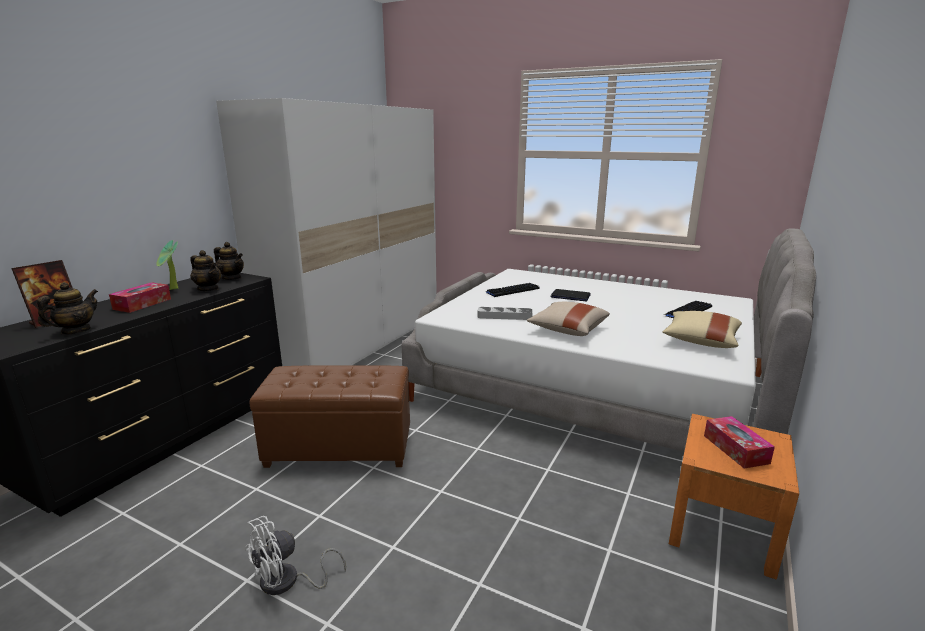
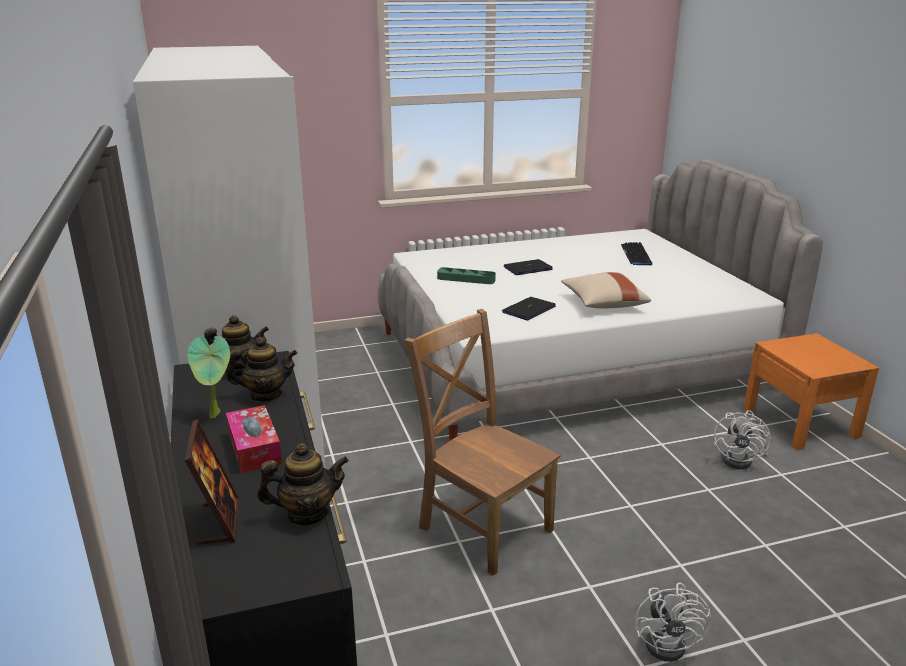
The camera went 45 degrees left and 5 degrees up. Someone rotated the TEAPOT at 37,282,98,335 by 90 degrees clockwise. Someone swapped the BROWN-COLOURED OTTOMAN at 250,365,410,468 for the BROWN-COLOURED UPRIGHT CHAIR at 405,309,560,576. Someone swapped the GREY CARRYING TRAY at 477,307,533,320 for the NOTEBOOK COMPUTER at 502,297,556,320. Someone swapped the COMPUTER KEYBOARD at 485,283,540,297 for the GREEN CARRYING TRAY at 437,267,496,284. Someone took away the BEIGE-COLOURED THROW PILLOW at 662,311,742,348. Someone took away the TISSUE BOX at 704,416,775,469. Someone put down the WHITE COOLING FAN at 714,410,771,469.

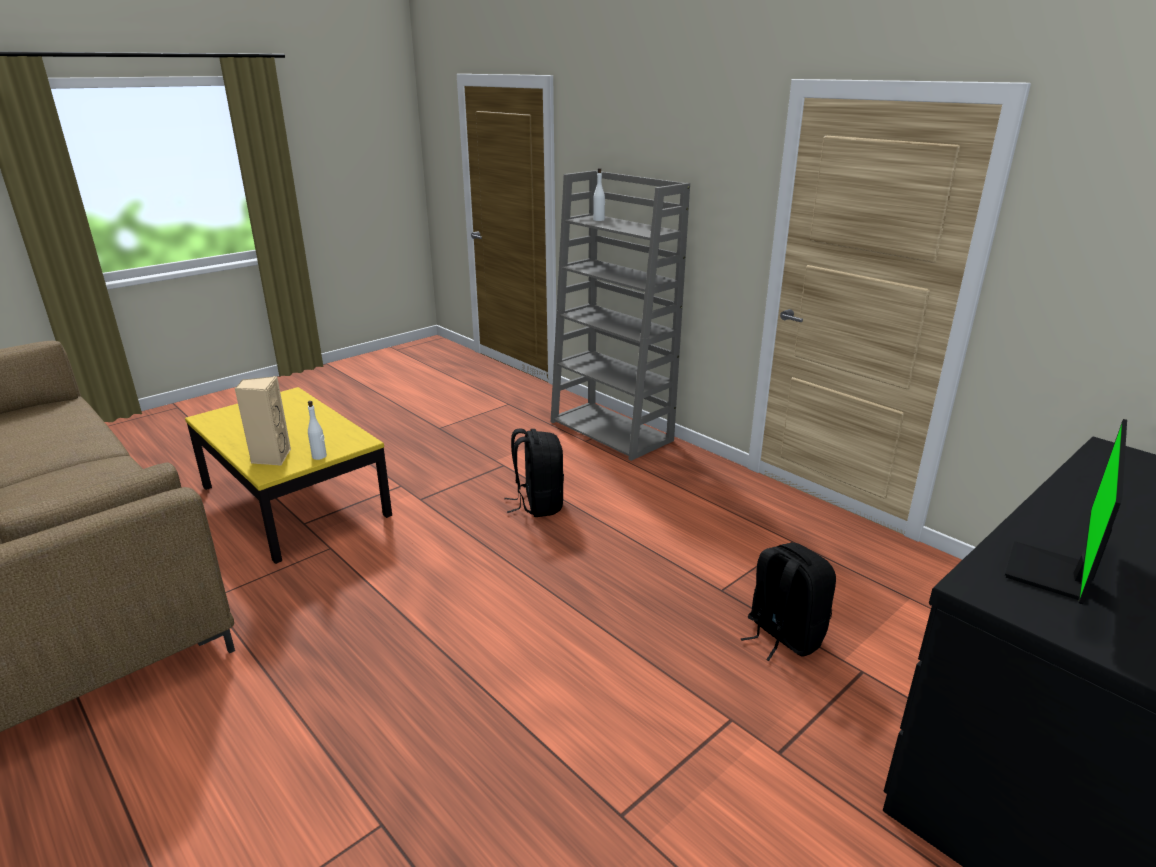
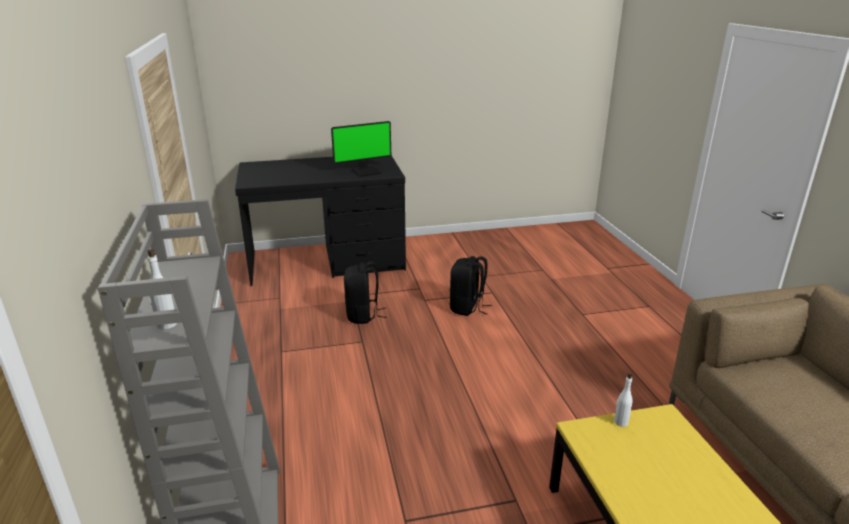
The camera went 150 degrees left and 0 degrees up. Someone took away the BEIGE-COLOURED SPEAKER at 234,376,291,466. Someone carried the BLACK-COLOURED KNAPSACK from 504,428,564,517 to 450,256,492,316.

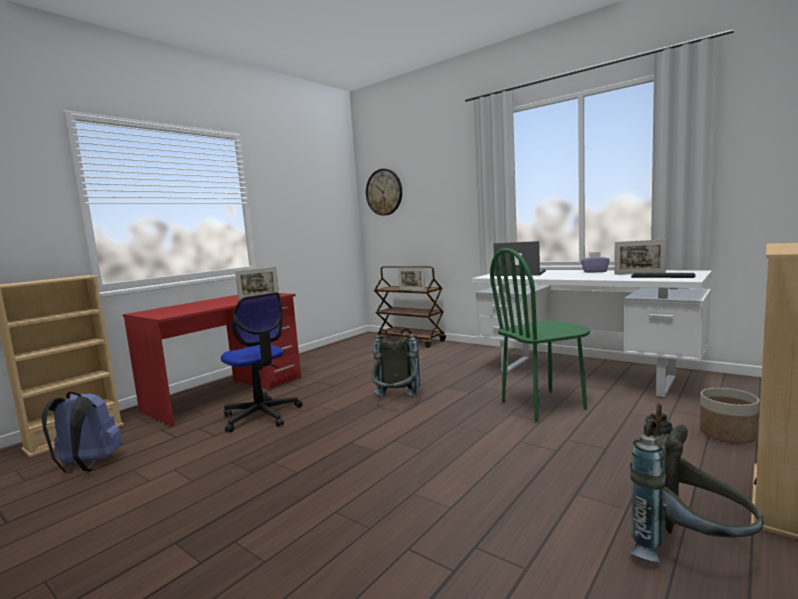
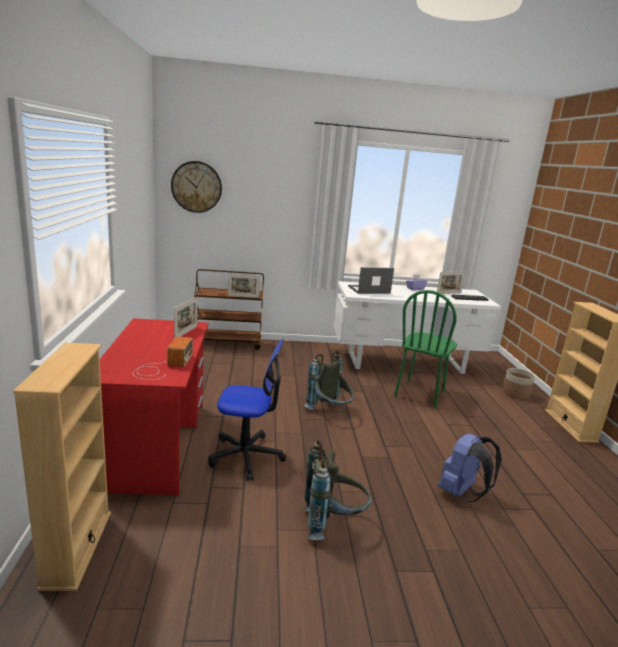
The camera went 45 degrees left and 10 degrees up. Someone carried the BLUE KNAPSACK from 41,392,122,473 to 439,434,502,502. Someone carried the GREY KNAPSACK from 630,404,764,562 to 304,439,371,540. Someone put down the RADIO at 133,336,193,380.

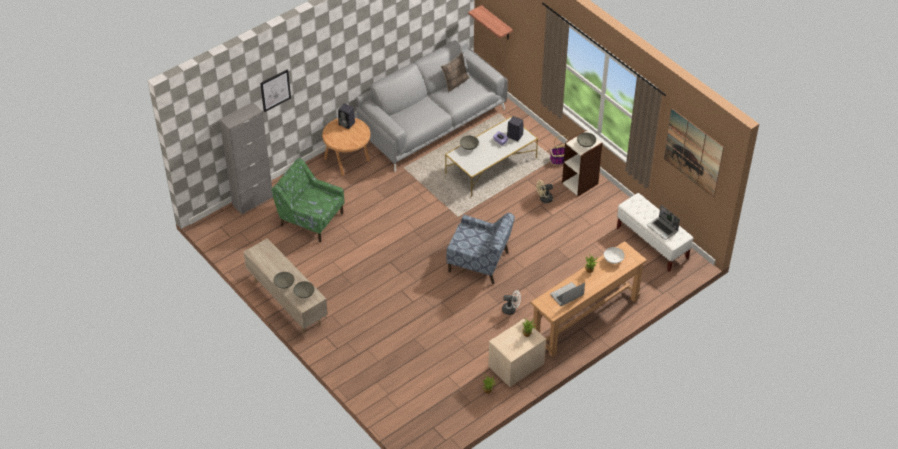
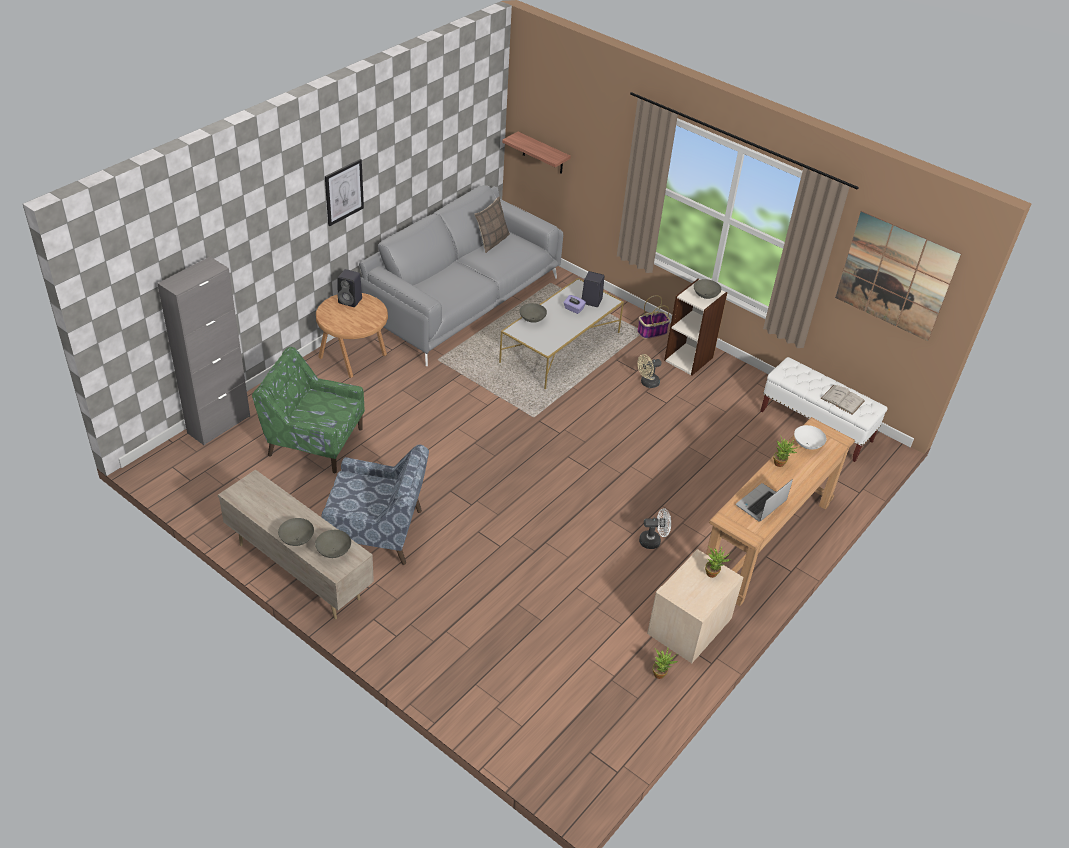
The camera went 15 degrees left and 5 degrees down. Someone carried the PICTURE from 260,69,291,112 to 325,159,364,226. Someone carried the BLUE LOUNGE CHAIR from 446,213,515,284 to 321,445,429,565. Someone swapped the NOTEBOOK COMPUTER at 647,205,680,240 for the WHITE BOOK at 821,385,864,415.

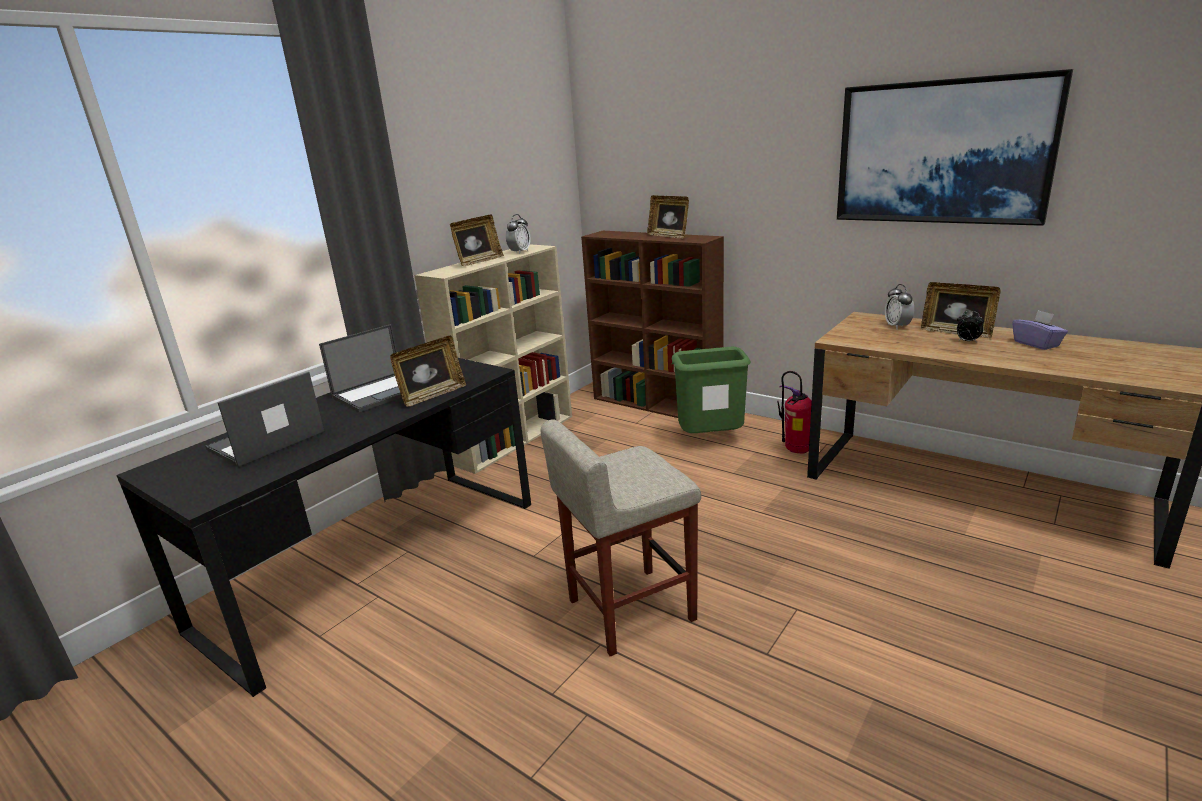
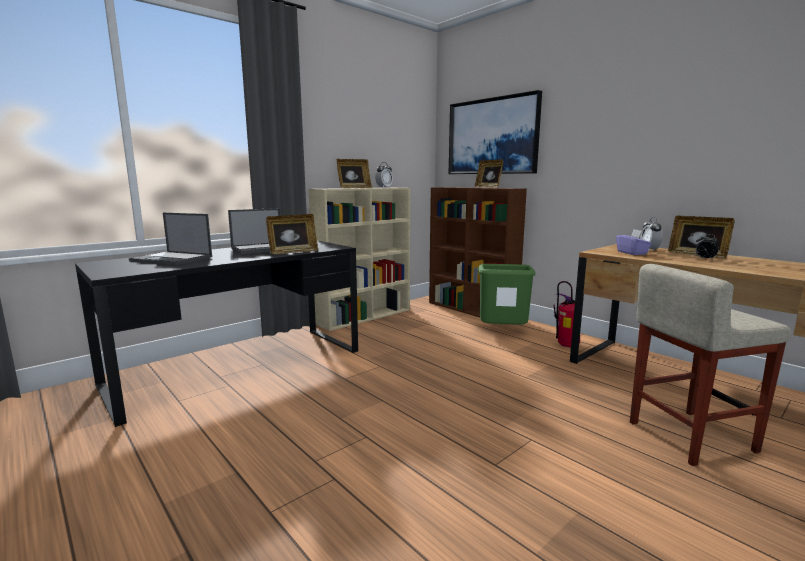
The camera went 10 degrees right and 10 degrees down. Someone rotated the NOTEBOOK COMPUTER at 205,372,324,467 by 120 degrees counterclockwise. Someone carried the BEIGE-COLOURED STOOL from 541,419,701,657 to 630,264,792,466. Someone carried the PICTURE from 837,69,1073,226 to 449,90,542,174. Someone carried the PURPLE-COLOURED TISSUE BOX from 1012,310,1068,350 to 616,229,652,255.

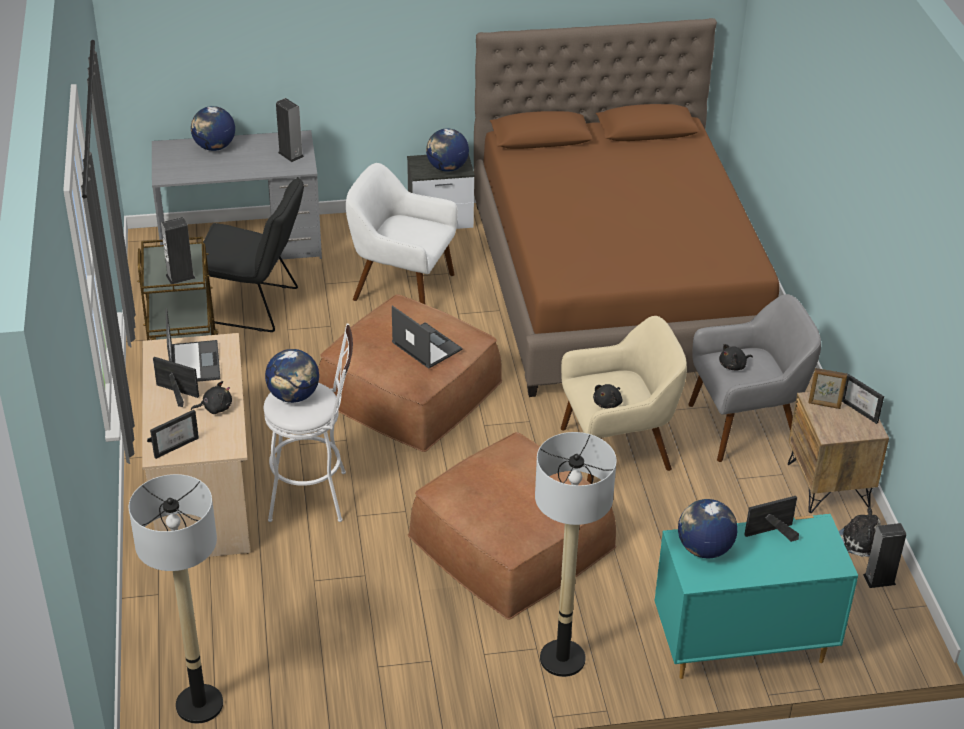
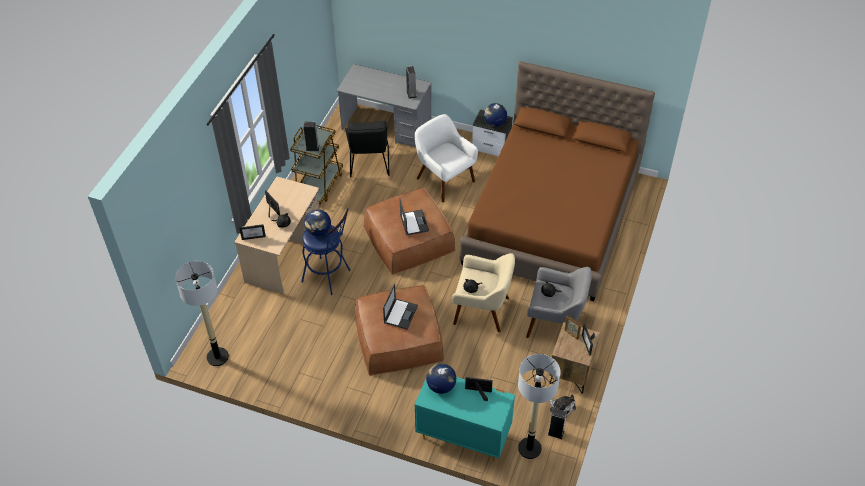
The camera went 30 degrees right and 10 degrees up. Someone carried the NOTEBOOK COMPUTER from 165,308,220,382 to 383,284,418,330. Someone took away the GLOBE at 191,106,235,151. Someone rotated the BLACK-COLOURED UPRIGHT CHAIR at 203,177,304,332 by 45 degrees clockwise. Someone repainted the WHITE STOOL at 264,324,353,522, which became the BLUE STOOL at 301,208,351,295. Someone carried the STANDARD LAMP from 535,432,617,677 to 518,354,561,459.

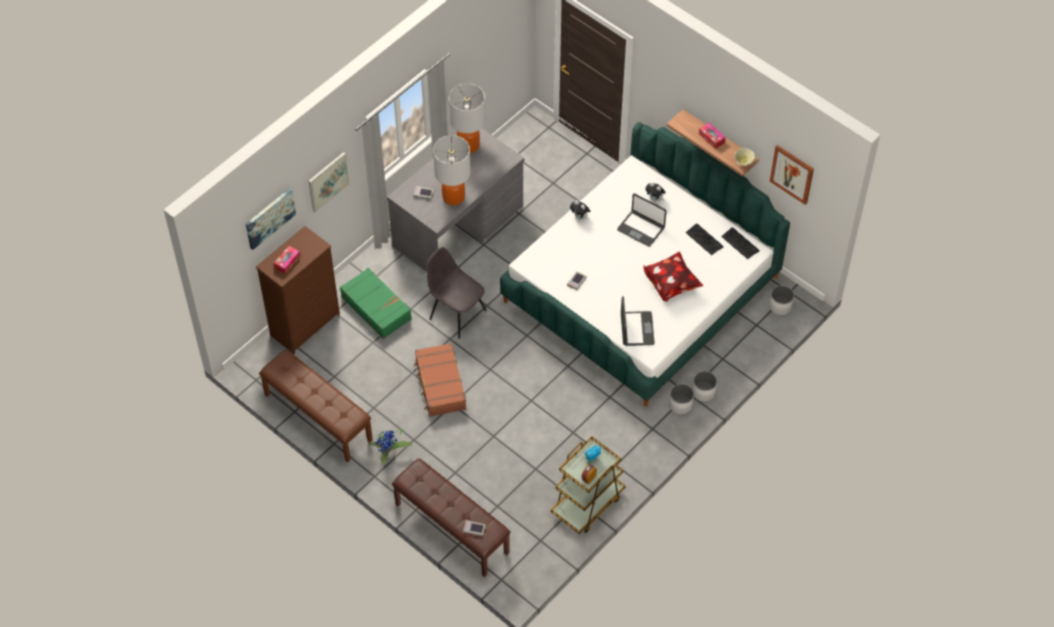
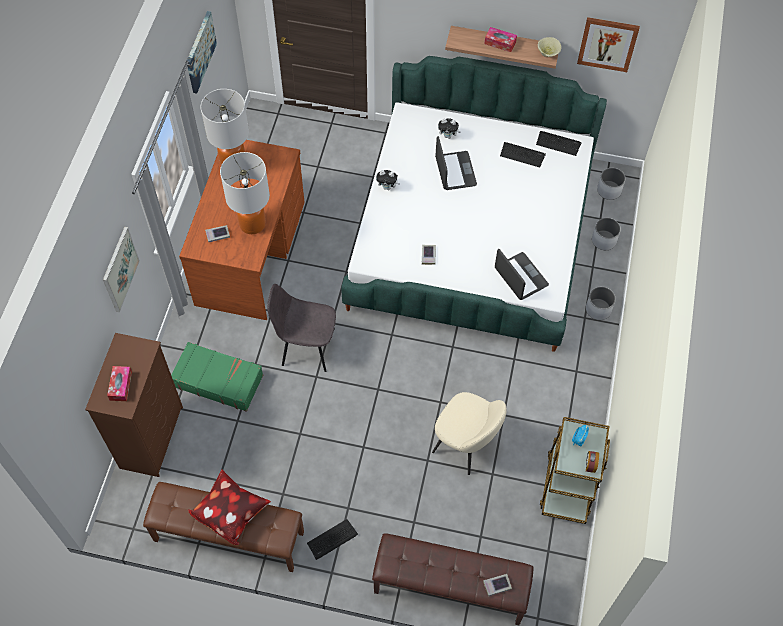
The camera went 30 degrees left and 5 degrees up. Someone carried the PICTURE from 246,188,296,250 to 187,11,217,93. Someone swapped the POTTED PLANT at 369,429,412,464 for the COMPUTER KEYBOARD at 307,519,358,560. Someone repainted the GREY DESK UNIT at 387,128,525,271, which became the BROWN-COLOURED DESK UNIT at 179,140,305,320. Someone took away the BROWN-COLOURED PIECE OF LUGGAGE at 414,343,466,417. Someone rotated the NOTEBOOK COMPUTER at 617,193,666,247 by 105 degrees counterclockwise. Someone carried the THROW PILLOW from 644,251,703,302 to 188,469,271,545. Someone carried the WHITE PLANTER from 669,384,694,415 to 592,218,621,250. Someone put down the BEIGE-COLOURED UPRIGHT CHAIR at 432,392,507,475.

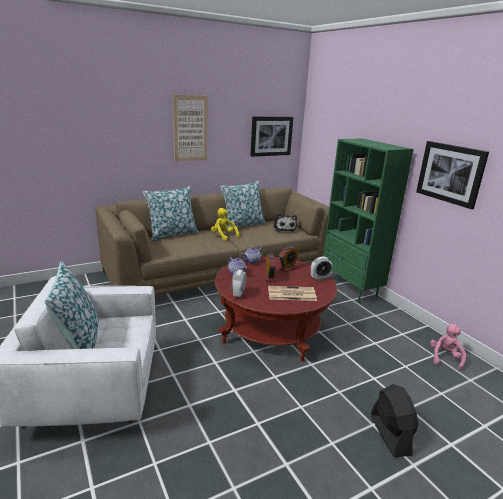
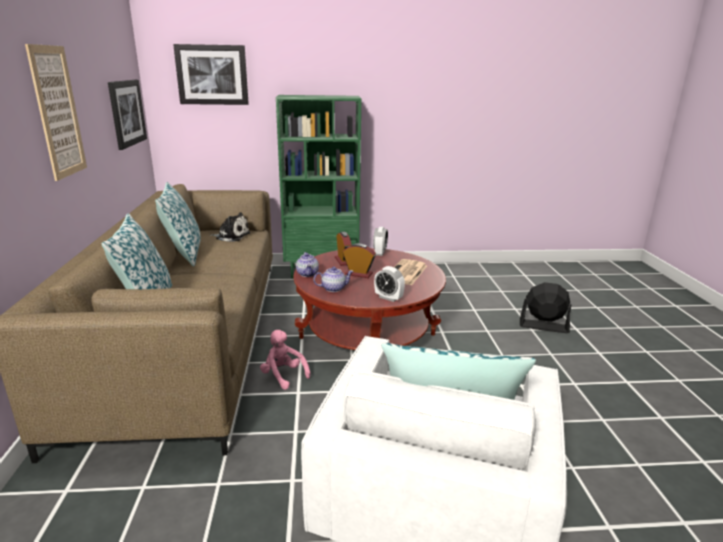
The camera went 65 degrees left and 0 degrees up. Someone took away the YELLOW CUDDLY TOY at 211,208,240,241. Someone carried the PICTURE from 416,141,489,209 to 173,44,249,105. Someone carried the PINKISH CUDDLY TOY from 430,324,466,371 to 260,330,311,390.

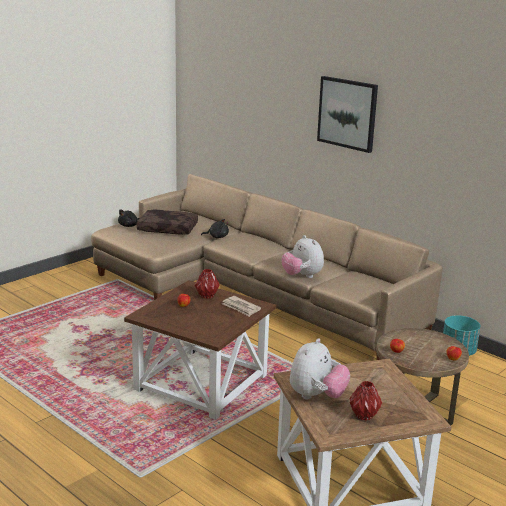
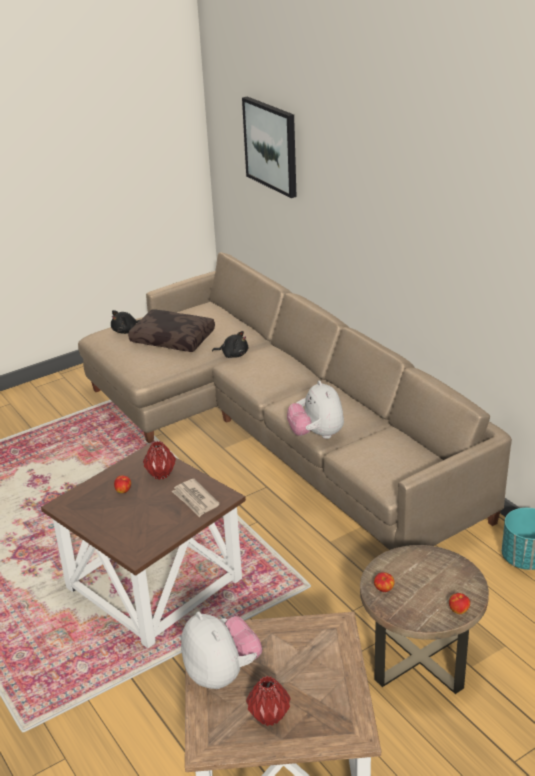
The camera went 15 degrees right and 10 degrees up. Someone rotated the CUDDLY TOY at 290,338,350,399 by 75 degrees counterclockwise. Someone carried the PICTURE from 317,76,378,153 to 242,96,297,198.

